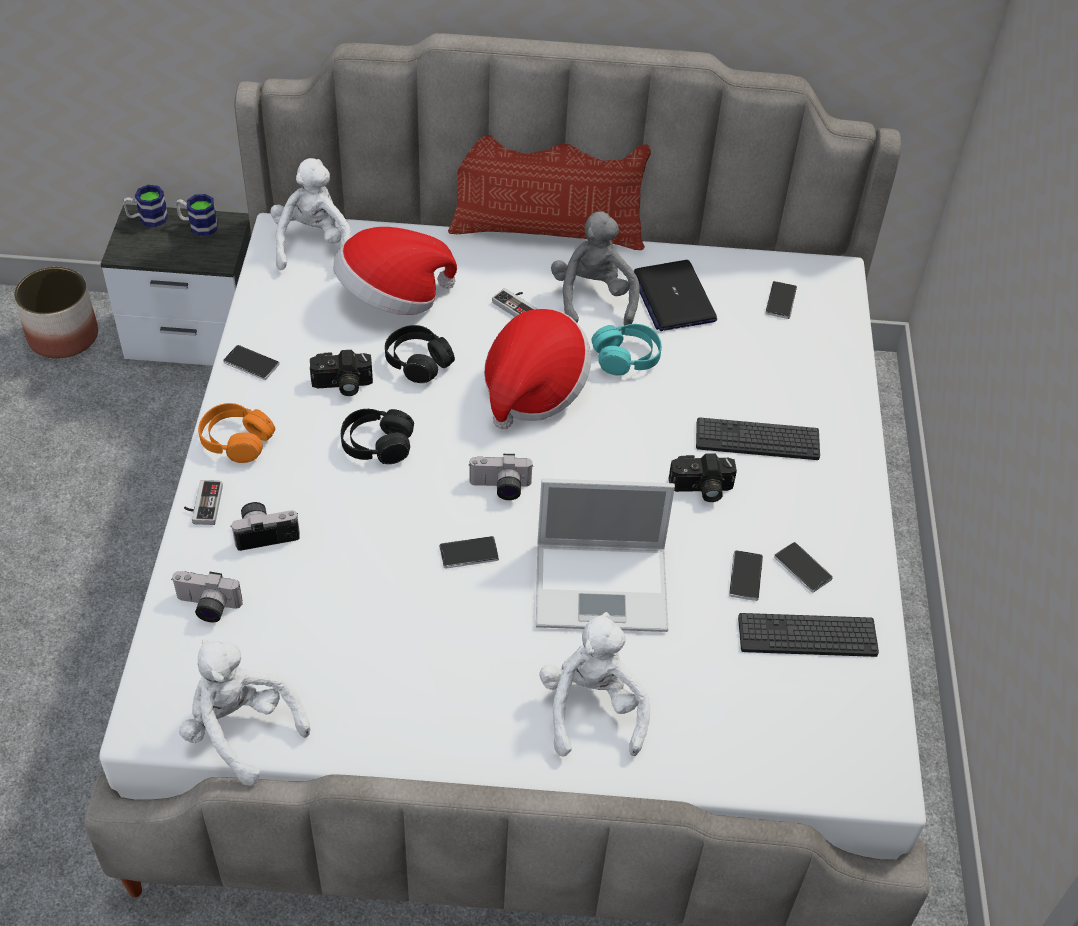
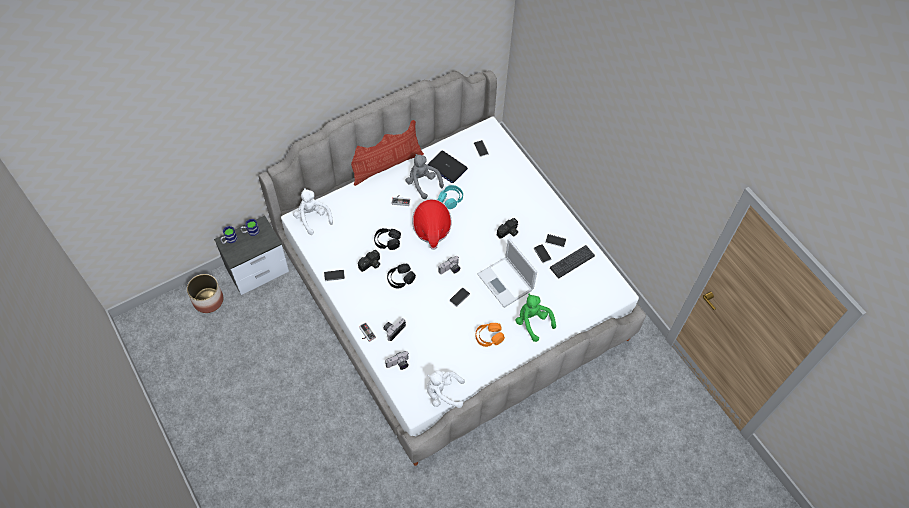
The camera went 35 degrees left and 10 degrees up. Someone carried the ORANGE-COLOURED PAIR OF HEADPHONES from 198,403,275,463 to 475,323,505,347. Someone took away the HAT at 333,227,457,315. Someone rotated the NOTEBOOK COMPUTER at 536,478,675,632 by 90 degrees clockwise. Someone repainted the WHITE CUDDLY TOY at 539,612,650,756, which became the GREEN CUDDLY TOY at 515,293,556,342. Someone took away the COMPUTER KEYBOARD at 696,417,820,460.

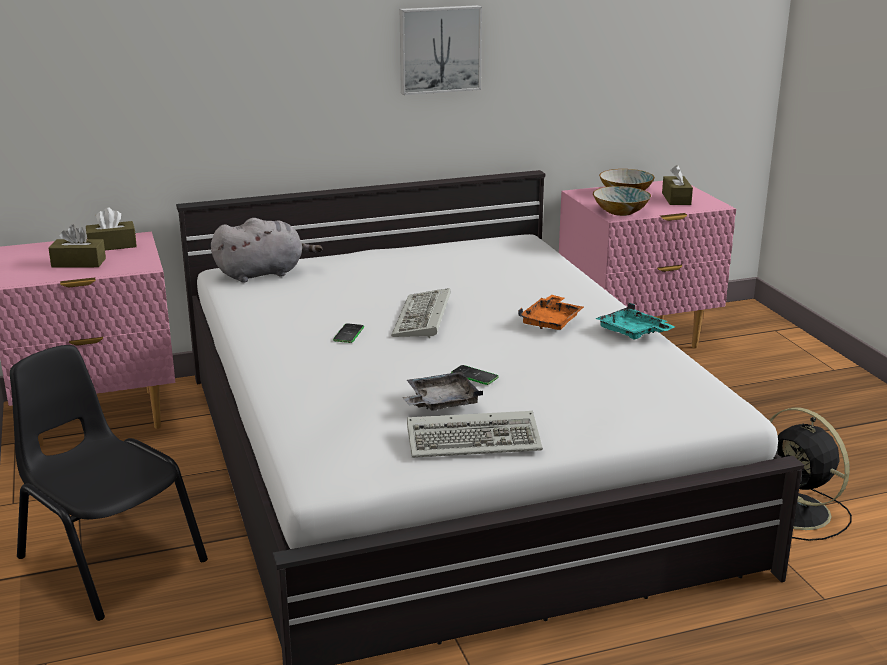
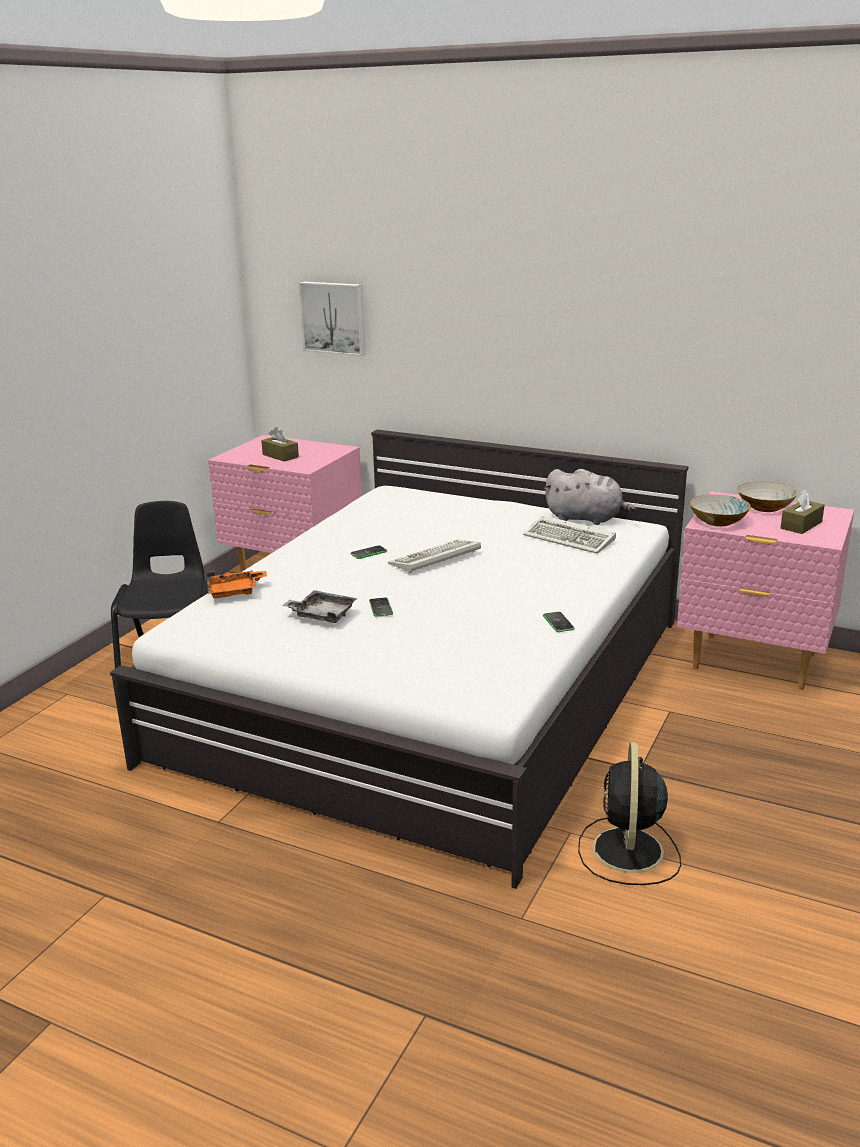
The camera went 45 degrees right and 0 degrees up. Someone took away the BROWN-COLOURED TISSUE BOX at 86,208,137,250. Someone carried the GREY CUDDLY TOY from 211,218,323,283 to 544,469,636,525. Someone carried the PICTURE from 400,5,482,95 to 299,281,365,356. Someone carried the COMPUTER KEYBOARD from 407,411,543,458 to 523,515,616,554. Someone carried the ORANGE-COLOURED CARRYING TRAY from 518,295,584,330 to 207,570,267,598. Someone swapped the TURQUOISE CARRYING TRAY at 595,303,675,340 for the PHONE at 543,612,575,632.

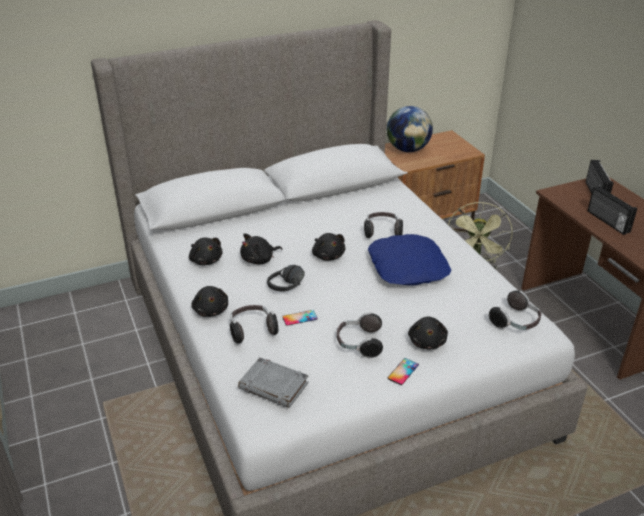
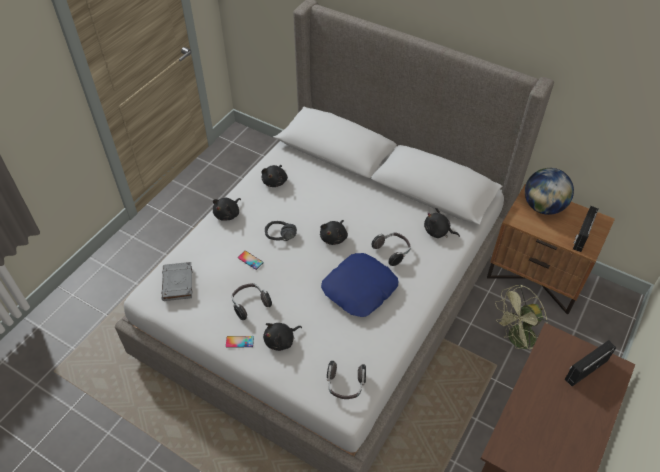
The camera went 55 degrees right and 15 degrees up. Someone took away the PAIR OF HEADPHONES at 230,305,278,344. Someone carried the BLACK-COLOURED CUDDLY TOY from 240,233,282,264 to 424,208,460,238. Someone carried the RADIO from 588,186,637,235 to 573,206,599,252.

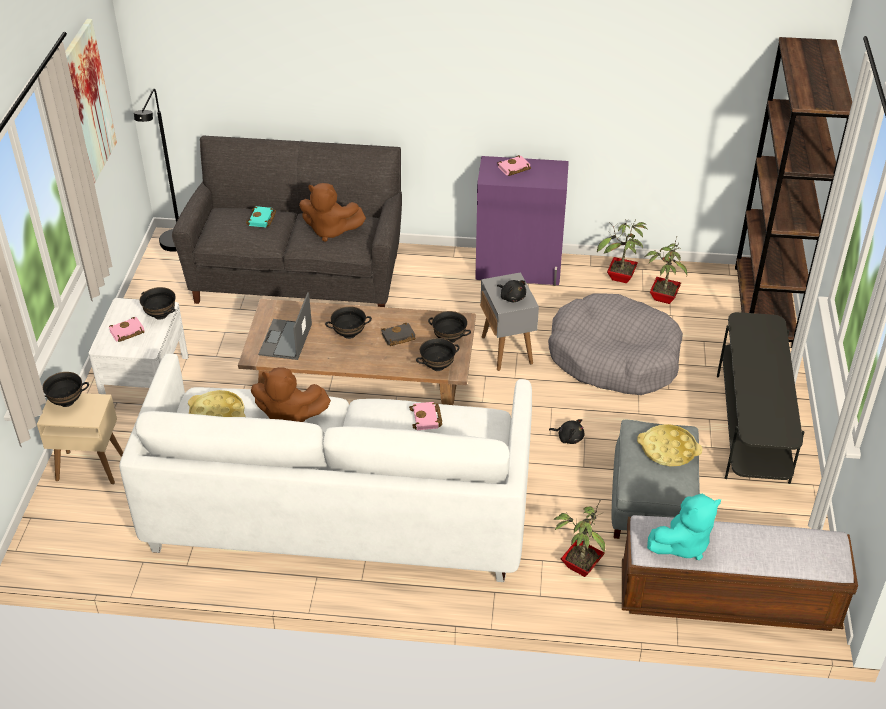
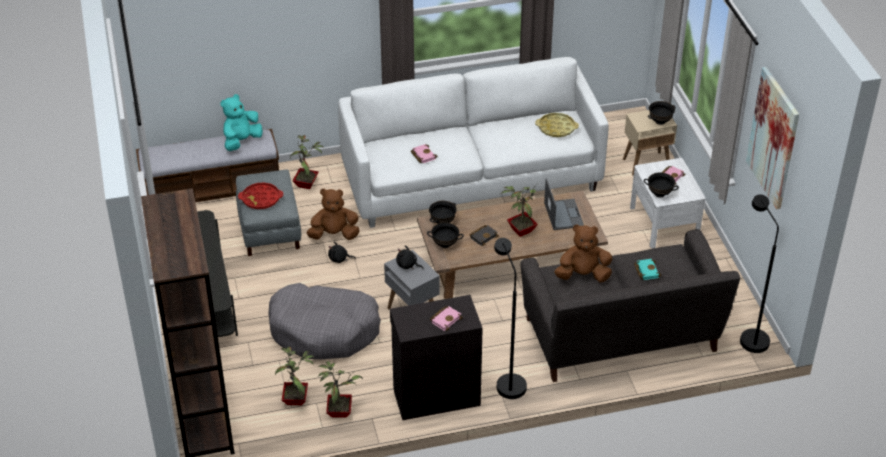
The camera went 160 degrees right and 0 degrees up. Someone carried the BROWN-COLOURED CUDDLY TOY from 251,367,331,422 to 307,189,360,240. Someone swapped the BLACK-COLOURED SERVING BOWL at 325,306,372,339 for the POTTED PLANT at 501,183,540,237. Someone repainted the PURPLE-COLOURED CUPBOARD at 475,156,569,286, which became the BLACK-COLOURED CUPBOARD at 390,295,483,420. Someone repainted the YELLOW CARRYING TRAY at 637,424,703,466, which became the REDDISH CARRYING TRAY at 238,183,283,209. Someone put down the BLACK-COLOURED STANDARD LAMP at 494,238,527,399.

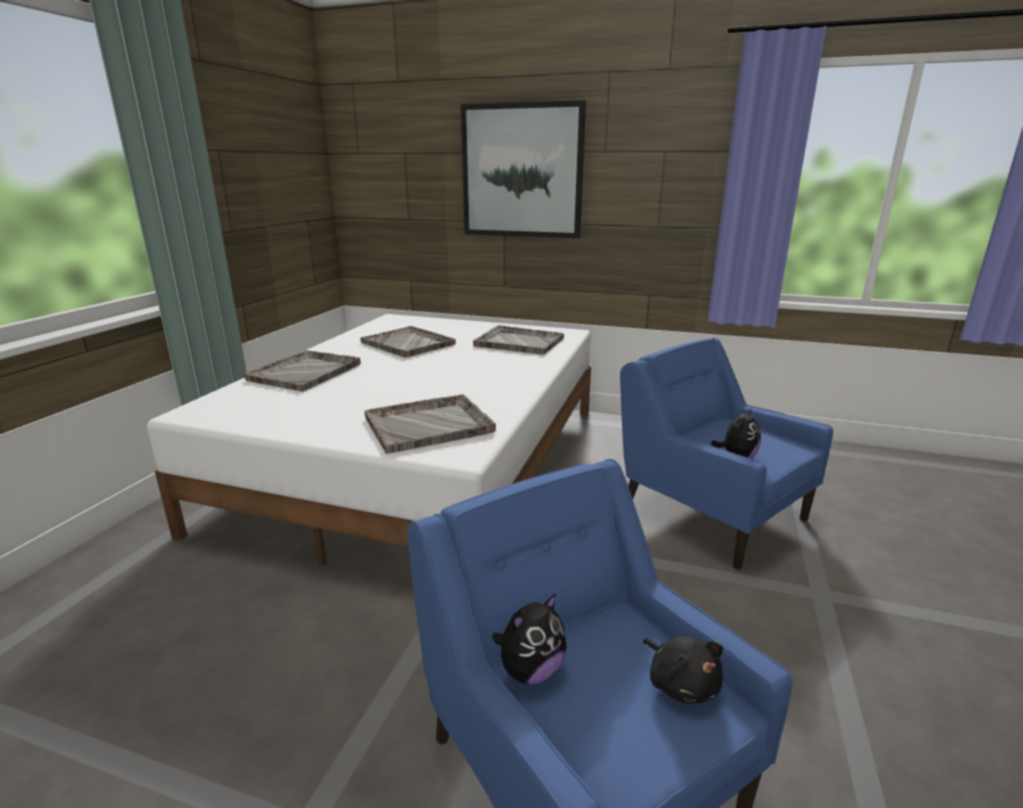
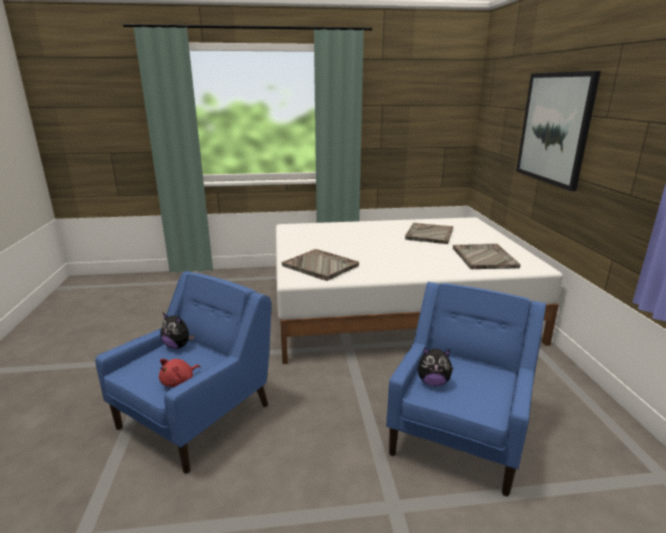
The camera went 65 degrees right and 0 degrees up. Someone took away the GREY CARRYING TRAY at 244,350,361,391. Someone repainted the BLACK-COLOURED CUDDLY TOY at 643,636,723,704, which became the REDDISH CUDDLY TOY at 159,359,200,387.

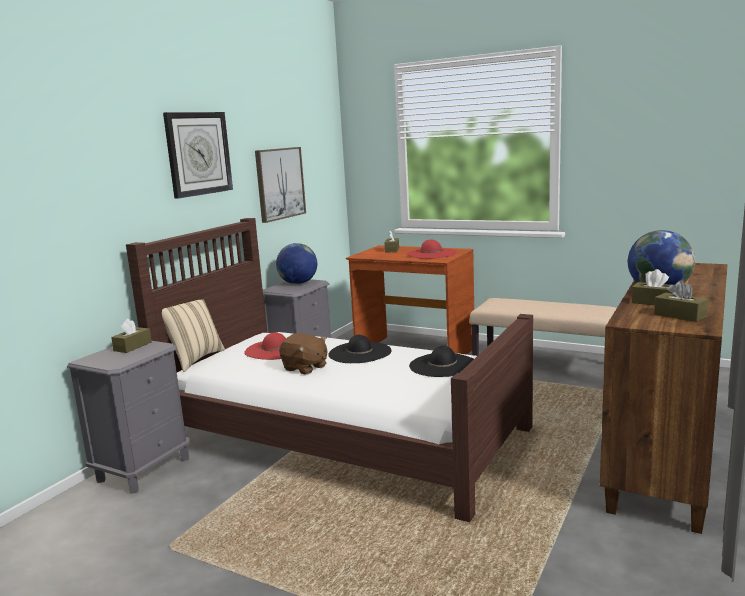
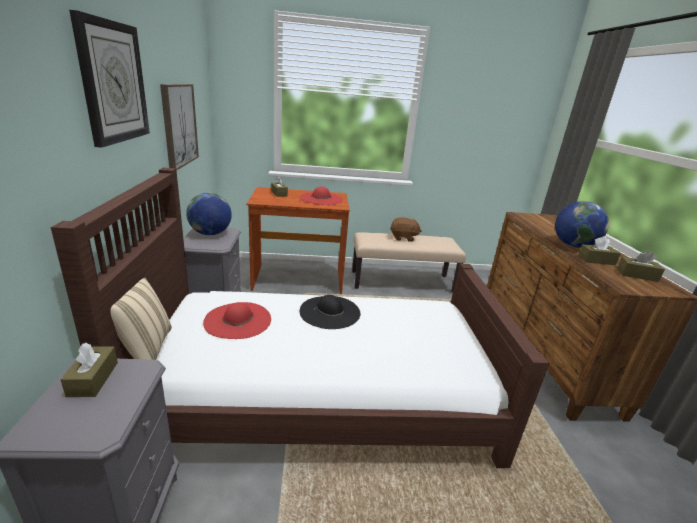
The camera went 35 degrees left and 10 degrees up. Someone carried the BROWN-COLOURED CUDDLY TOY from 279,333,327,375 to 390,217,422,242. Someone took away the BLACK-COLOURED HAT at 409,346,474,377.

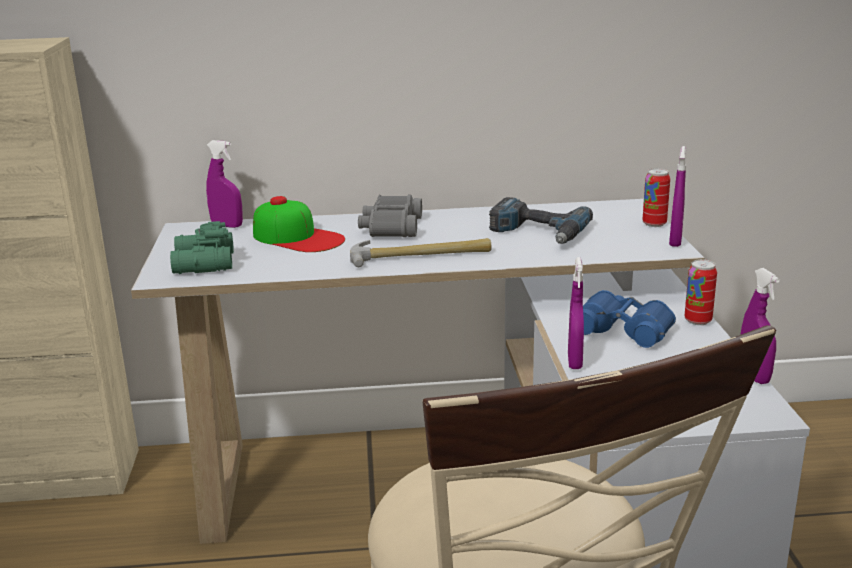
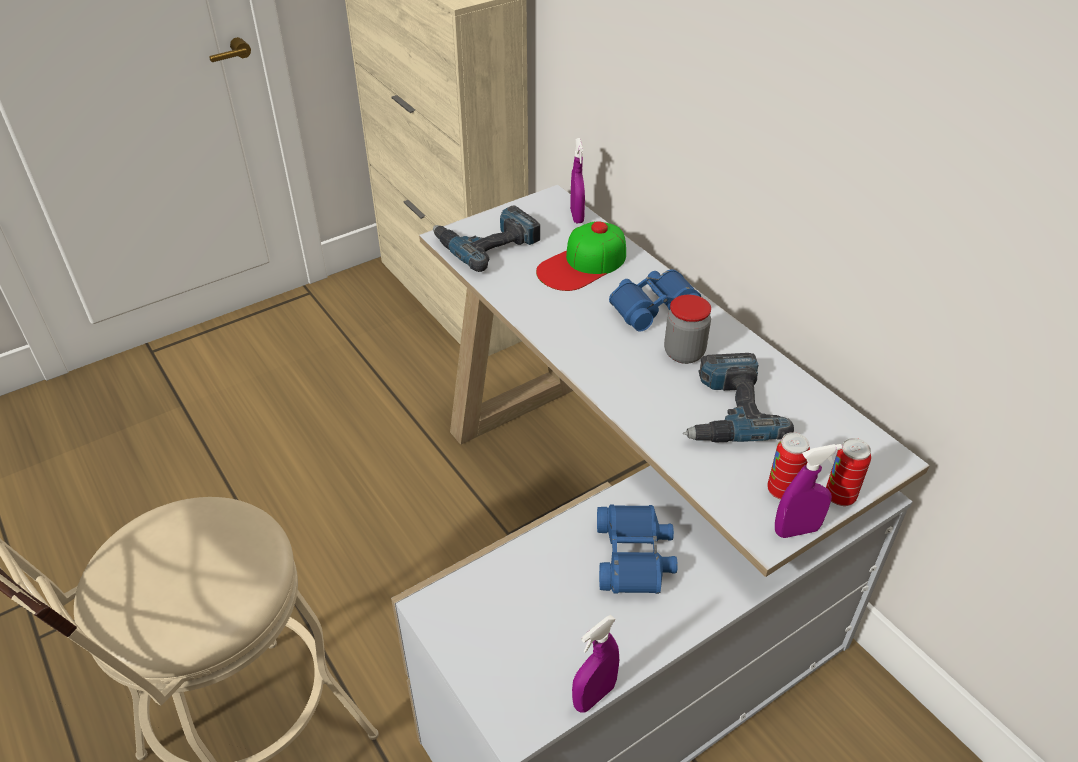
The camera went 60 degrees right and 20 degrees up. Someone swapped the GREEN PAIR OF BINOCULARS at 170,221,234,274 for the ELECTRIC DRILL at 433,206,540,272. Someone rotated the PEAKED CAP at 253,196,345,252 by 45 degrees clockwise. Someone took away the HAMMER at 350,238,492,267. Someone repainted the GREY PAIR OF BINOCULARS at 358,195,422,237, which became the BLUE PAIR OF BINOCULARS at 609,269,701,332. Someone took away the PURPLE-COLOURED SPRAYER at 568,257,584,369. Someone carried the CAN from 685,259,717,325 to 767,432,810,500. Someone put down the JAR at 664,295,711,364.

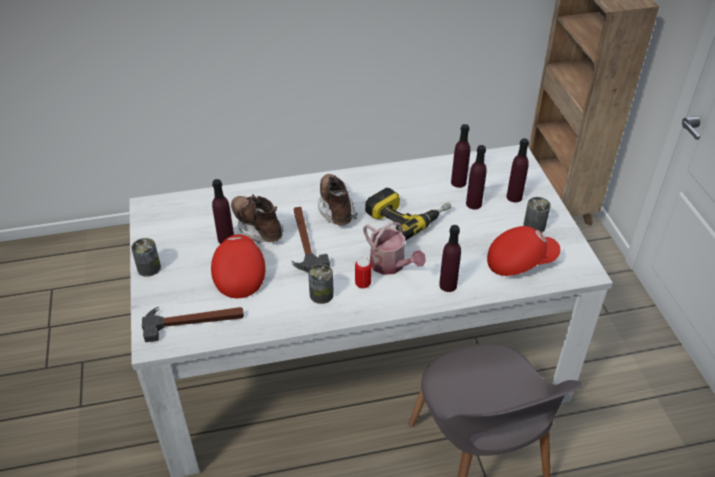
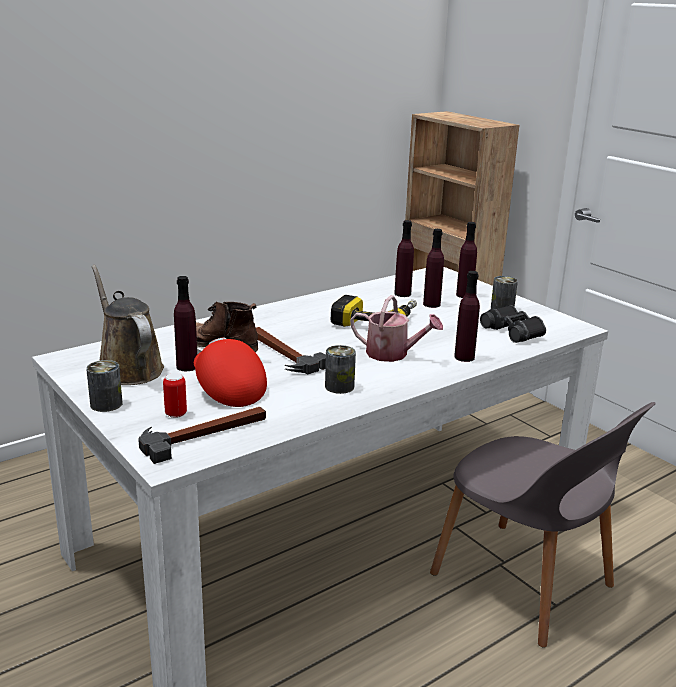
The camera went 25 degrees left and 20 degrees down. Someone took away the BROWN-COLOURED BOOT at 318,174,357,225. Someone carried the CAN from 355,258,372,288 to 163,373,187,418. Someone swapped the REDDISH PEAKED CAP at 487,226,561,276 for the BLACK-COLOURED PAIR OF BINOCULARS at 480,305,546,343. Someone put down the BROWN-COLOURED WATERING POT at 91,265,164,385.

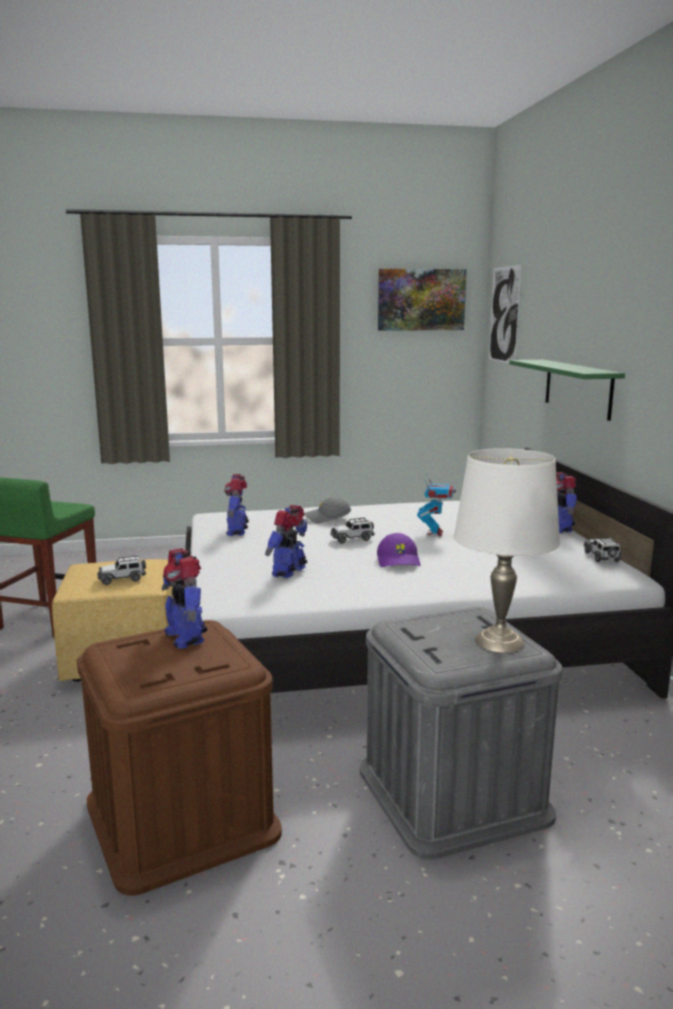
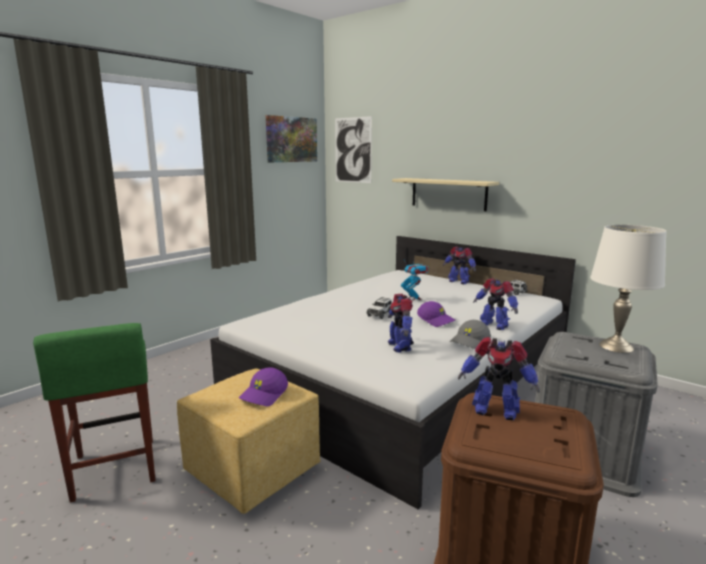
The camera went 40 degrees left and 0 degrees up. Someone swapped the MODEL CAR at 97,555,146,585 for the PURPLE-COLOURED PEAKED CAP at 239,367,288,406. Someone carried the ROBOT FIGURE from 224,474,249,536 to 473,278,518,330. Someone carried the GREY PEAKED CAP from 304,497,351,524 to 450,320,491,349. Someone repainted the GREEN WALL SHELF at 509,360,625,421, which became the BEIGE-COLOURED WALL SHELF at 392,178,499,211.

